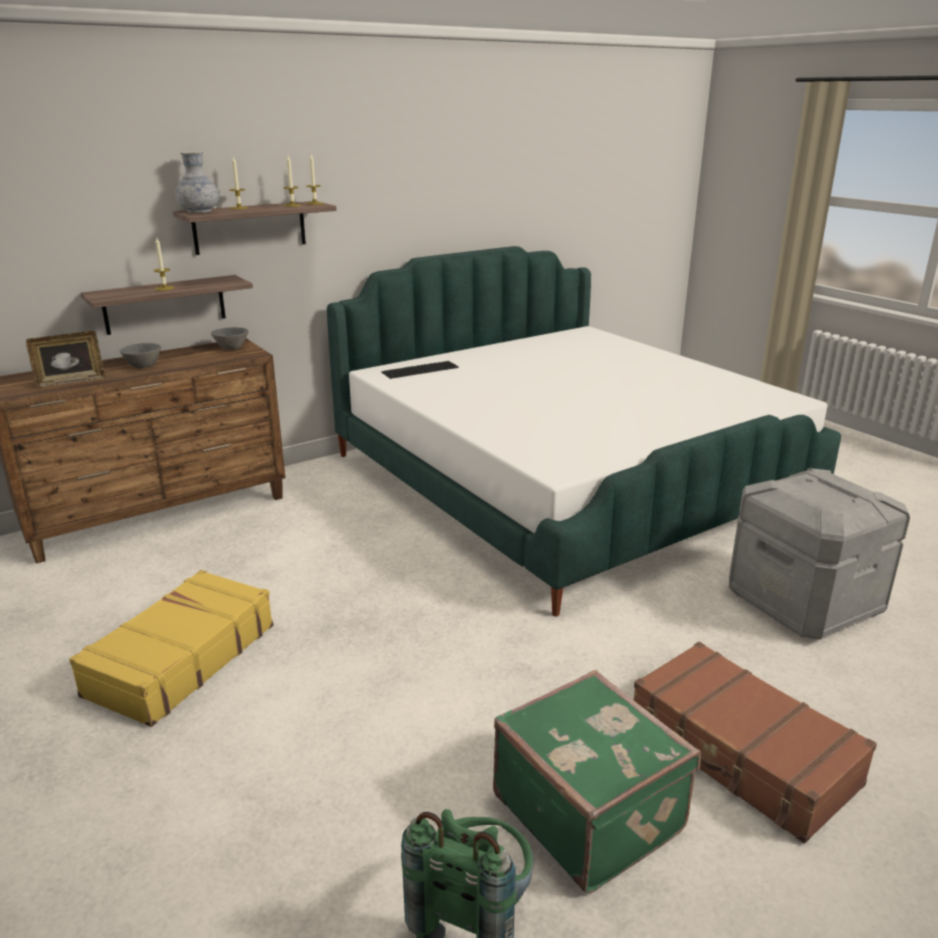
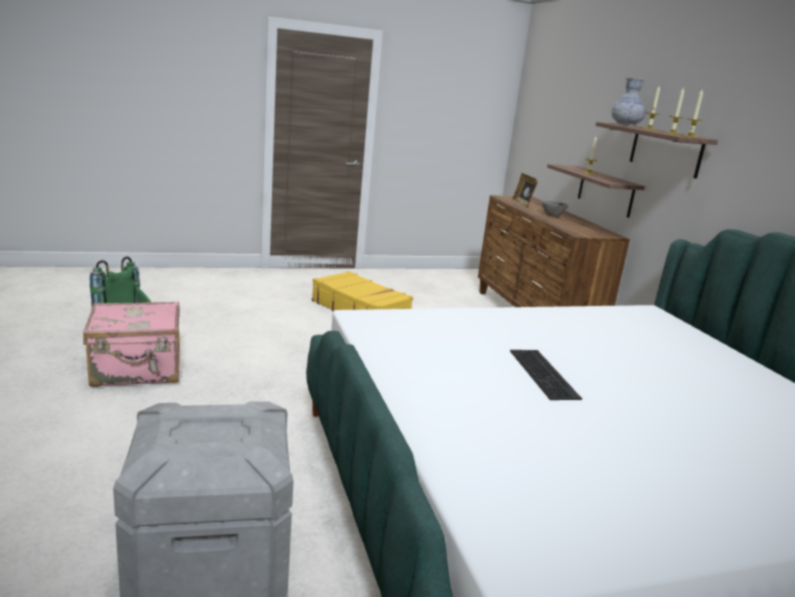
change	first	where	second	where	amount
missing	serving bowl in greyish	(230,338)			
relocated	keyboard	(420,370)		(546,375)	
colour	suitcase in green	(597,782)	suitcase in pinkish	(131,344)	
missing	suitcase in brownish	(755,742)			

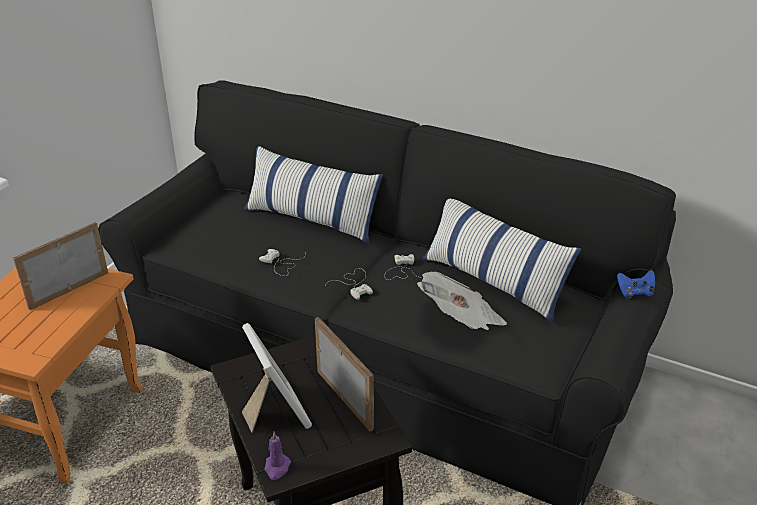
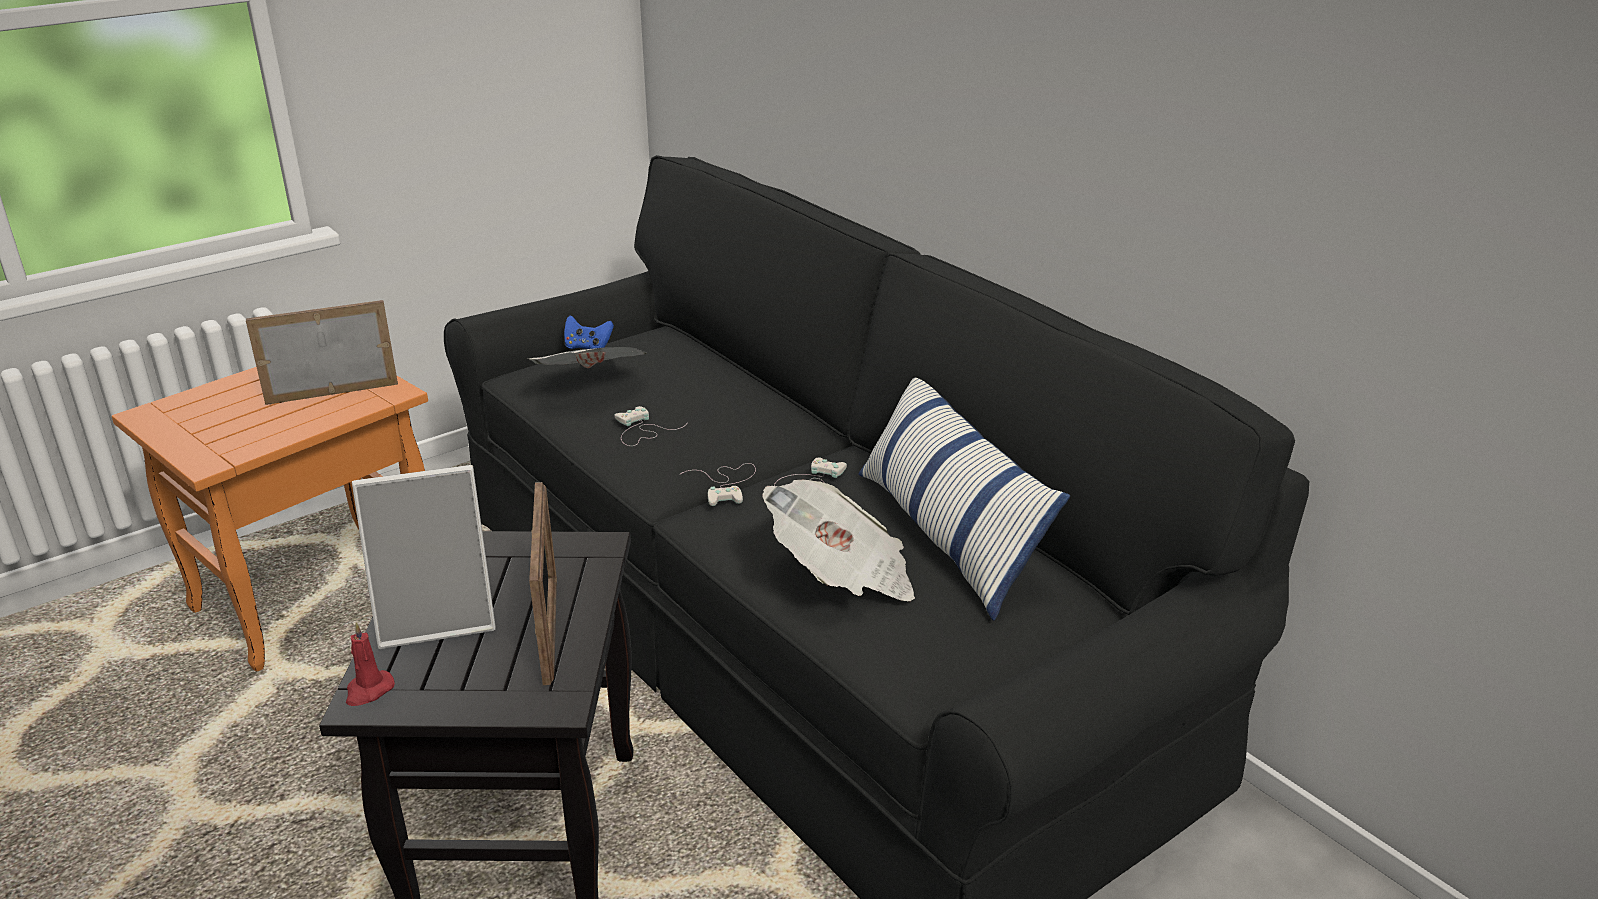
change	first	where	second	where	amount
spun	picture frame	(277,378)		(424,557)	75 degrees clockwise
missing	throw pillow	(313,194)			
colour	wax candle in purple-coloured	(278,456)	wax candle in red-coloured	(370,664)	
relocated	gamepad in bluish	(636,284)		(589,332)	
appeared			daily paper	(588,357)	

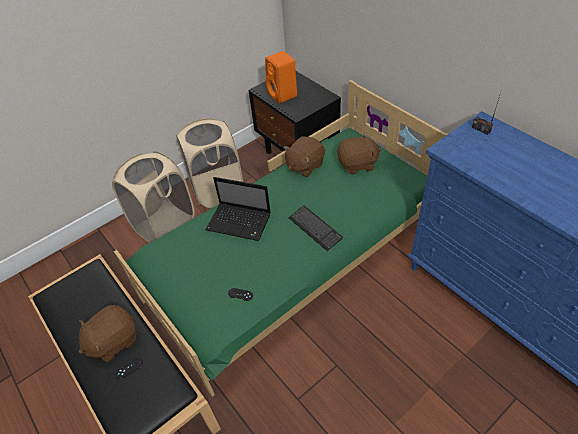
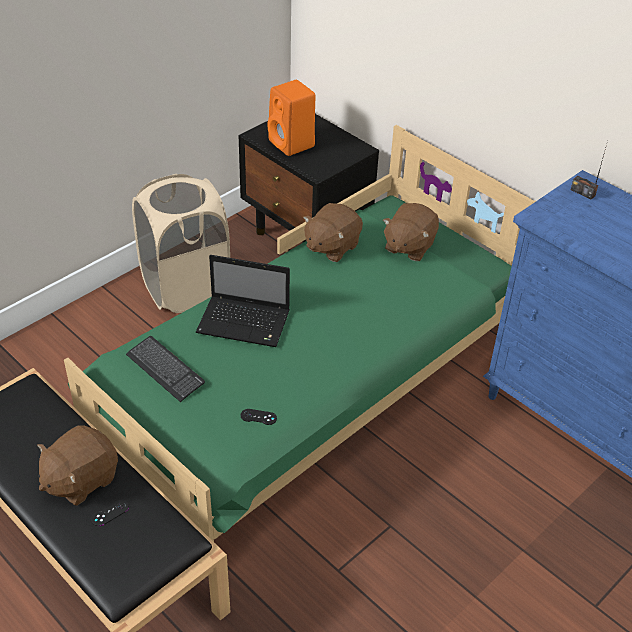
change	first	where	second	where	amount
missing	laundry basket in sand-coloured	(153,197)			
relocated	keyboard	(316,228)		(165,369)	
spun	cuddly toy in brownish	(359,154)		(411,232)	135 degrees clockwise

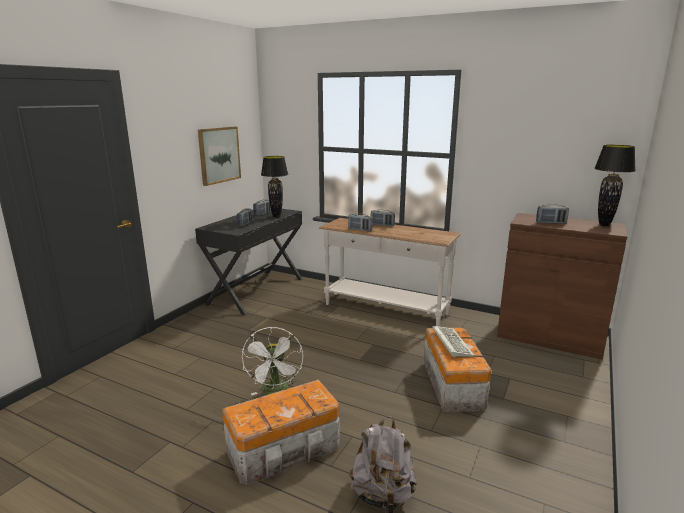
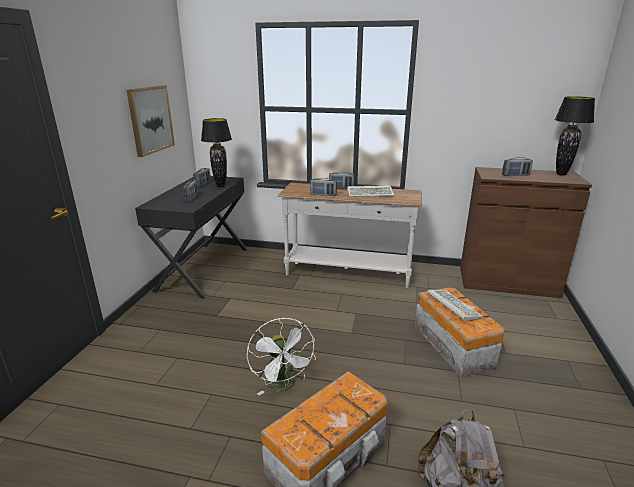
change	first	where	second	where	amount
appeared			keyboard	(370,191)	

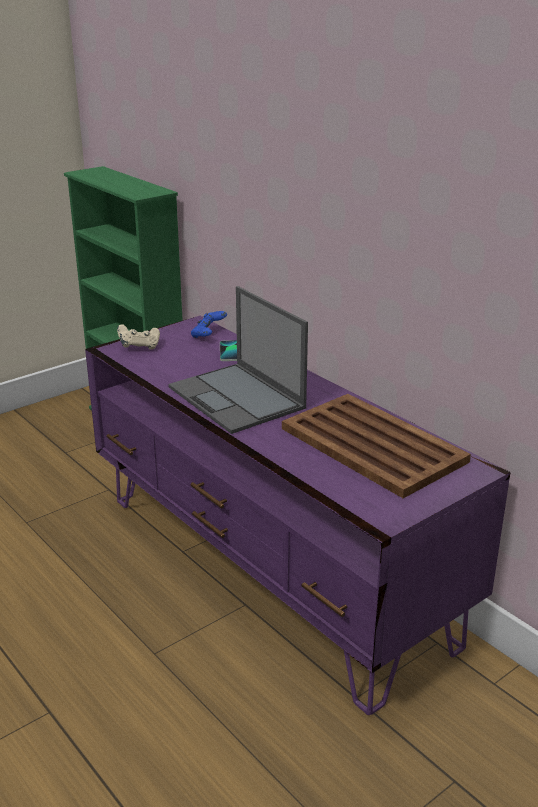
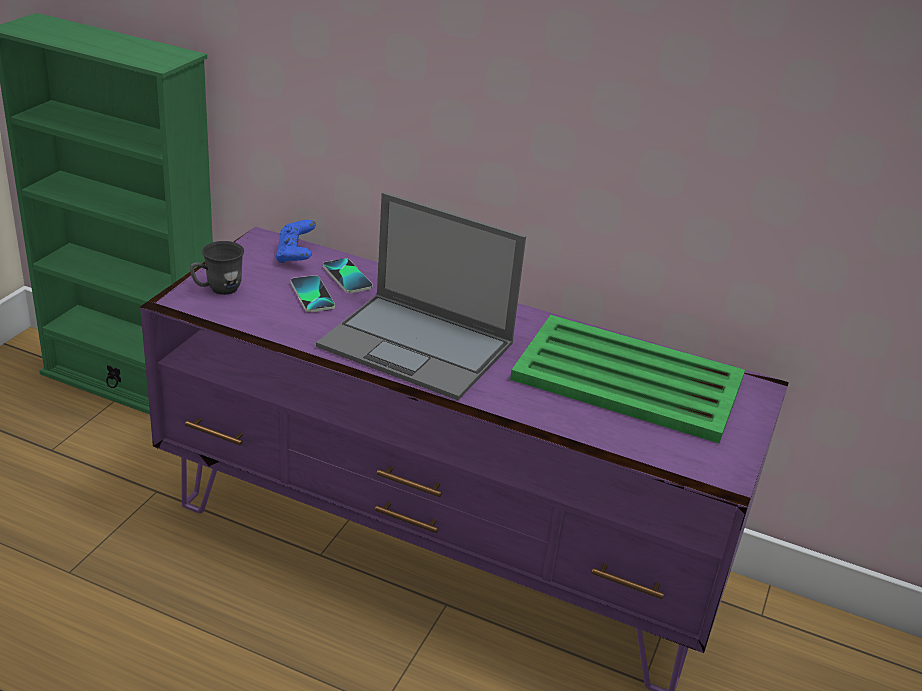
change	first	where	second	where	amount
exchanged	gamepad in sand-coloured	(138,337)	tea mug in greyish	(217,268)	
colour	serving tray in brownish	(376,446)	serving tray in green	(627,379)	
appeared			handset	(313,293)	

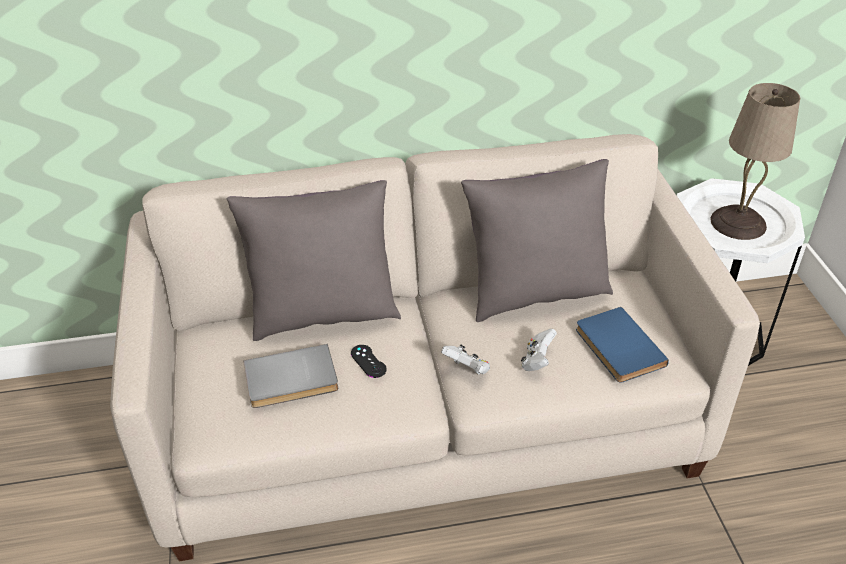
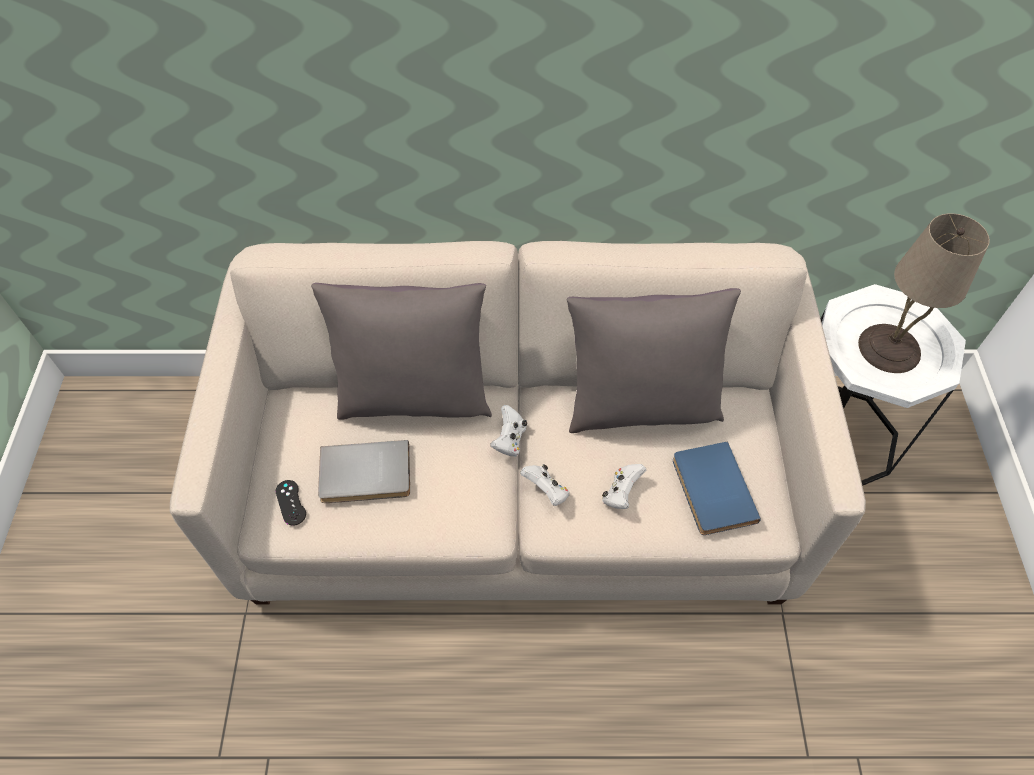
change	first	where	second	where	amount
relocated	gamepad in black-coloured	(369,361)		(291,503)	
appeared			gamepad in white	(508,431)	

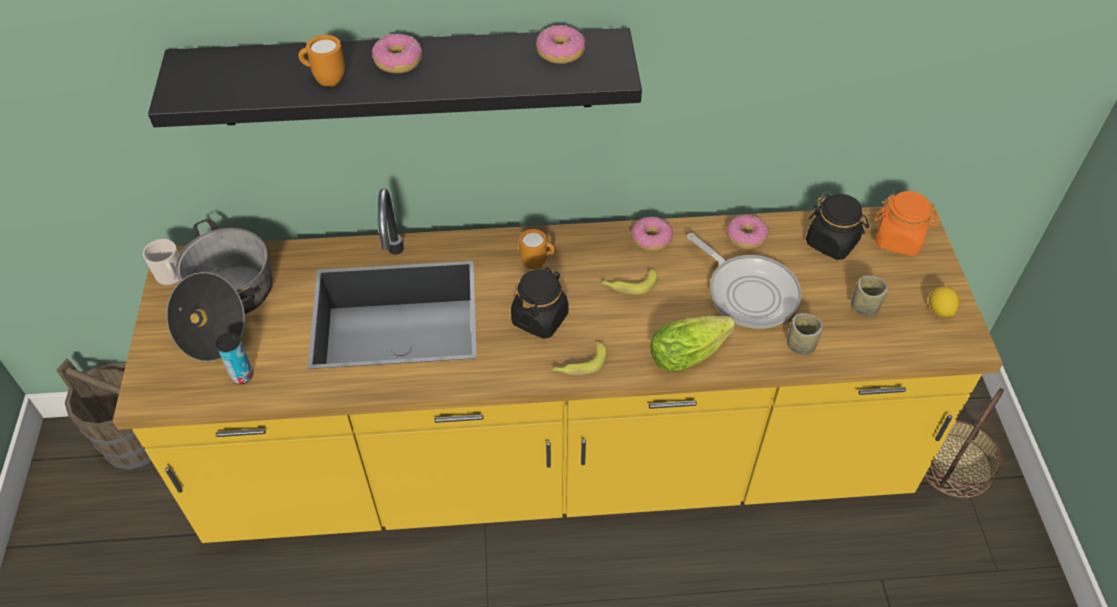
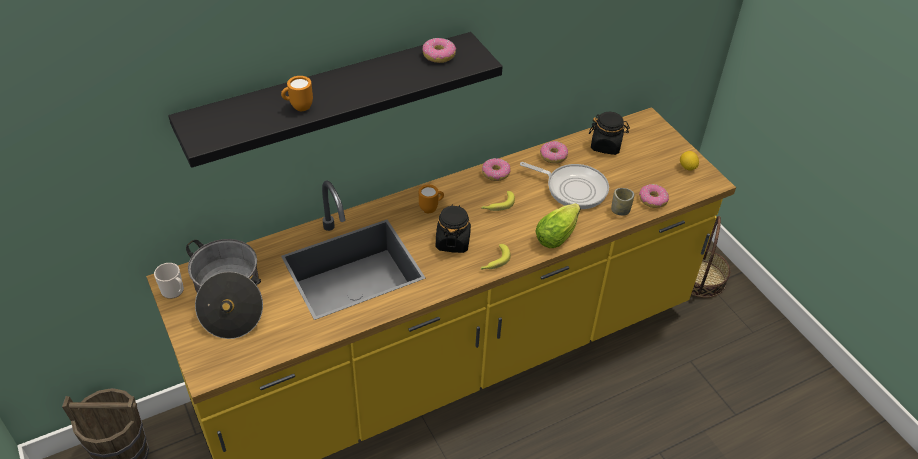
change	first	where	second	where	amount
missing	can	(234,358)			
relocated	ring doughnut	(397,53)		(654,196)	
missing	small cup	(869,295)			
missing	jar in orange-coloured	(906,223)			

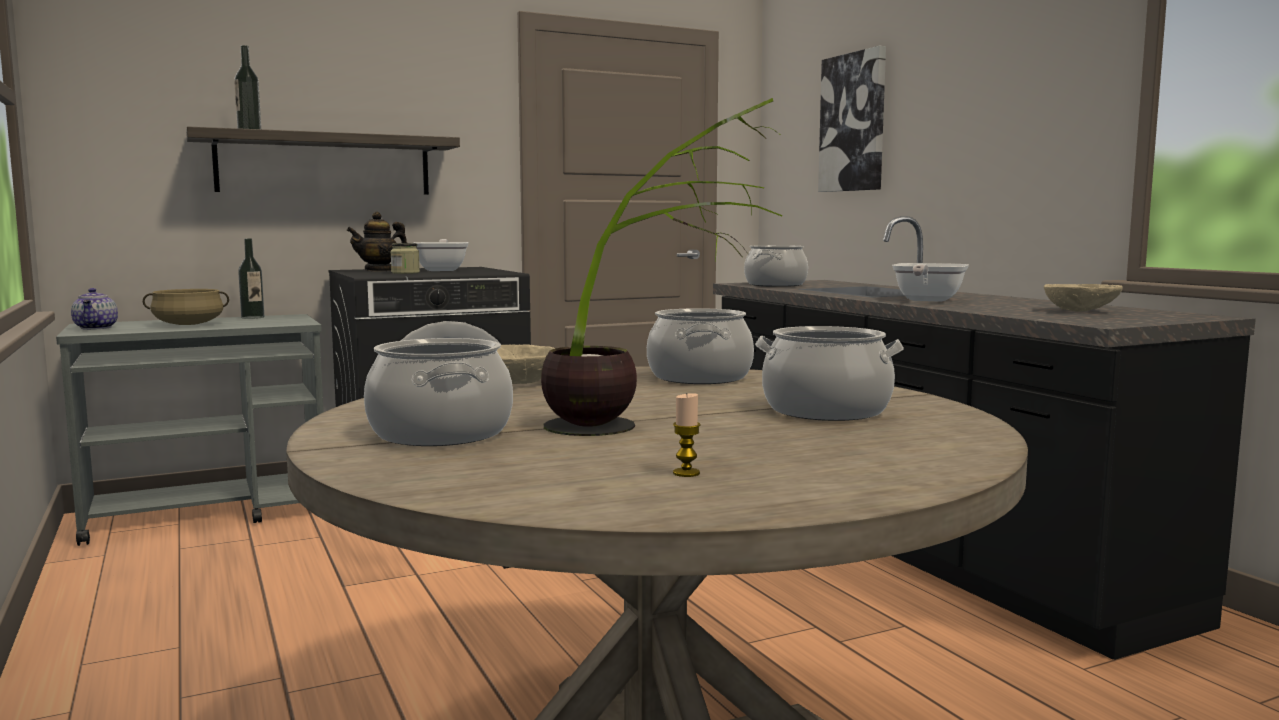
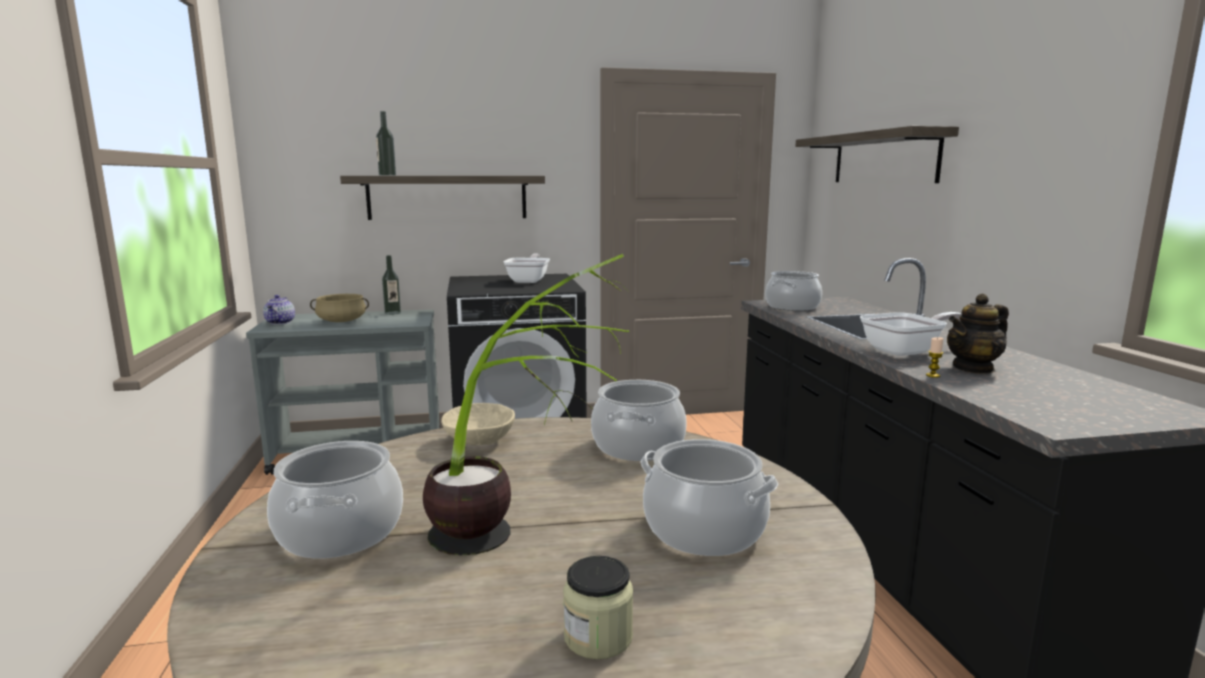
change	first	where	second	where	amount
relocated	tea pot	(377,241)		(978,333)	
relocated	jar	(405,258)		(598,608)	
relocated	wax candle	(687,435)		(935,357)	
exchanged	wall picture	(852,119)	bracket shelf	(877,154)	
spun	frying pan	(930,282)		(911,334)	150 degrees counterclockwise
missing	serving bowl in sand-coloured	(1083,298)			

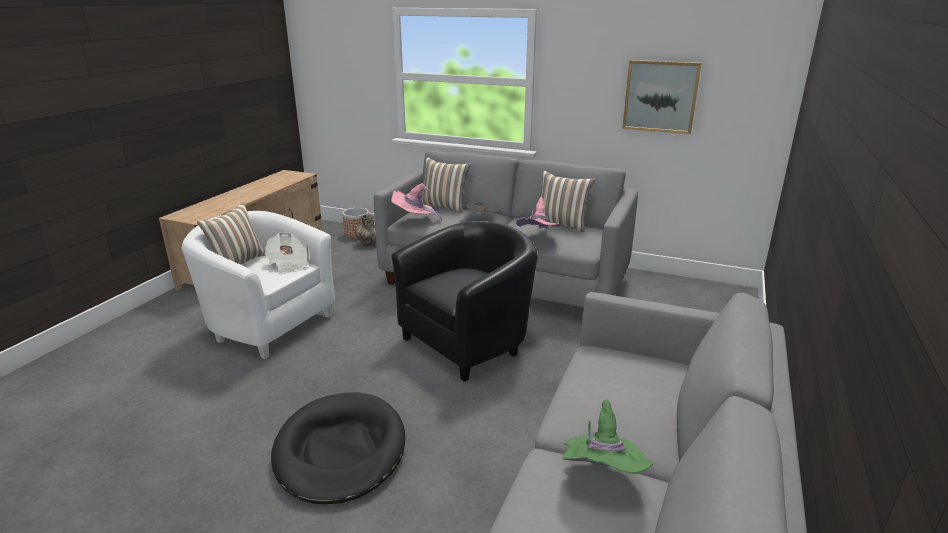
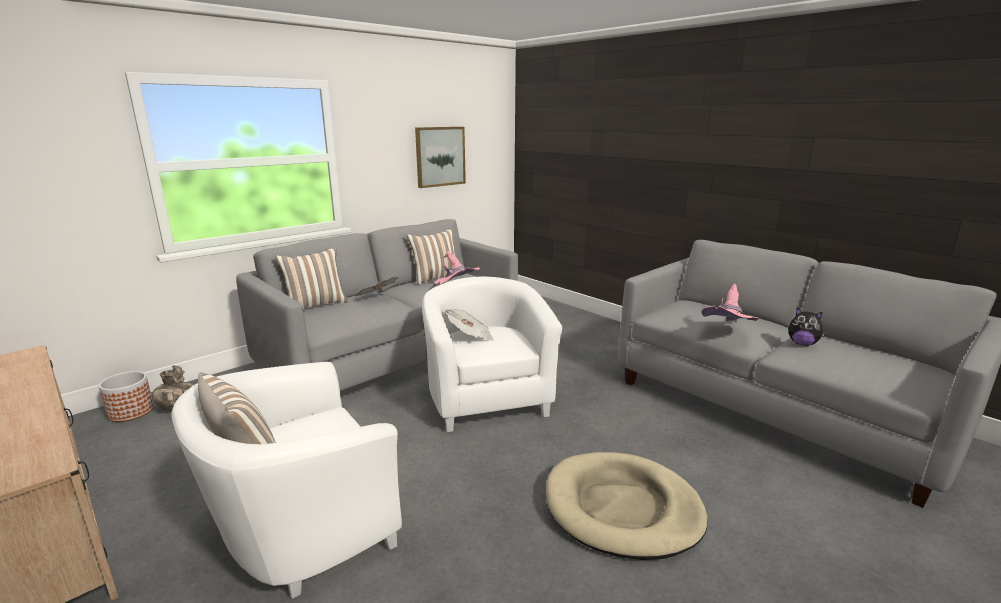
change	first	where	second	where	amount
relocated	daily paper	(287,252)		(469,324)	
colour	dog cushion in black-coloured	(338,448)	dog cushion in sand-coloured	(626,506)	
relocated	hat in pinkish	(417,202)		(729,303)	
colour	lounge chair in black-coloured	(465,301)	lounge chair in white	(492,354)	
exchanged	hat in green	(608,436)	cuddly toy	(806,327)	

